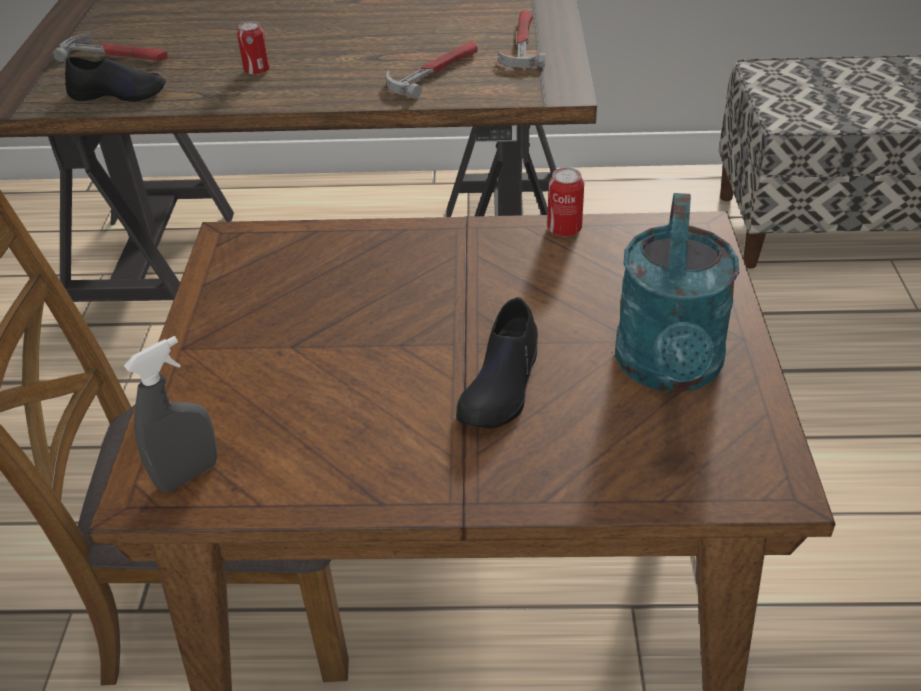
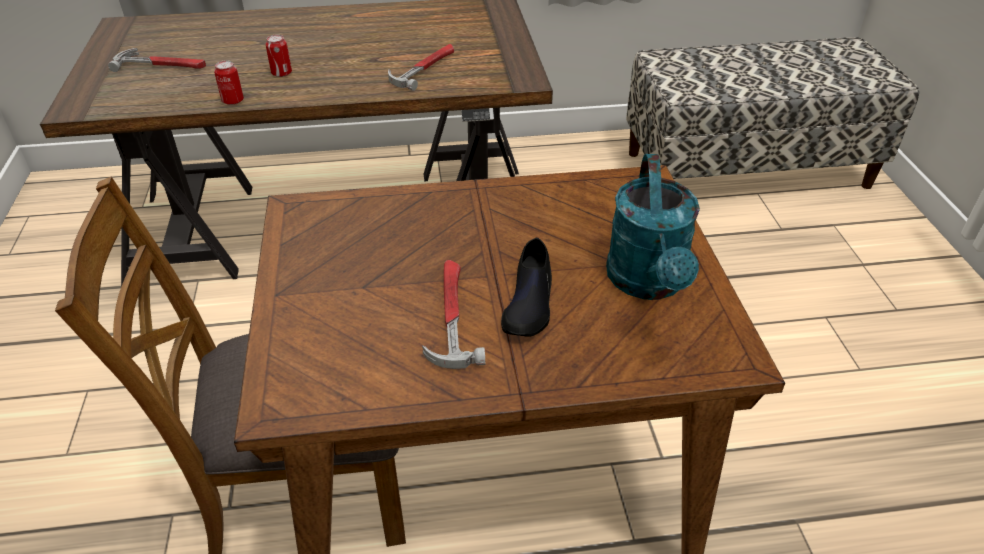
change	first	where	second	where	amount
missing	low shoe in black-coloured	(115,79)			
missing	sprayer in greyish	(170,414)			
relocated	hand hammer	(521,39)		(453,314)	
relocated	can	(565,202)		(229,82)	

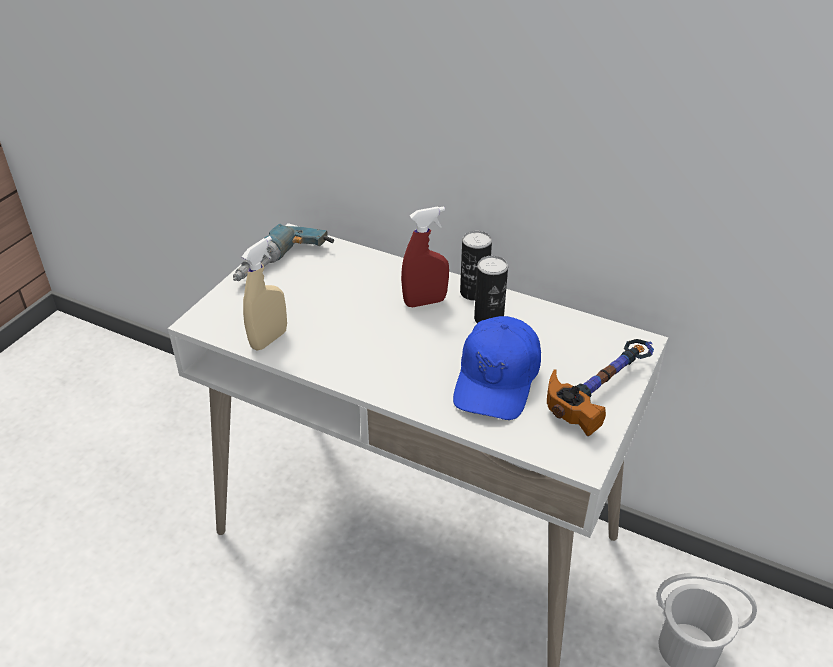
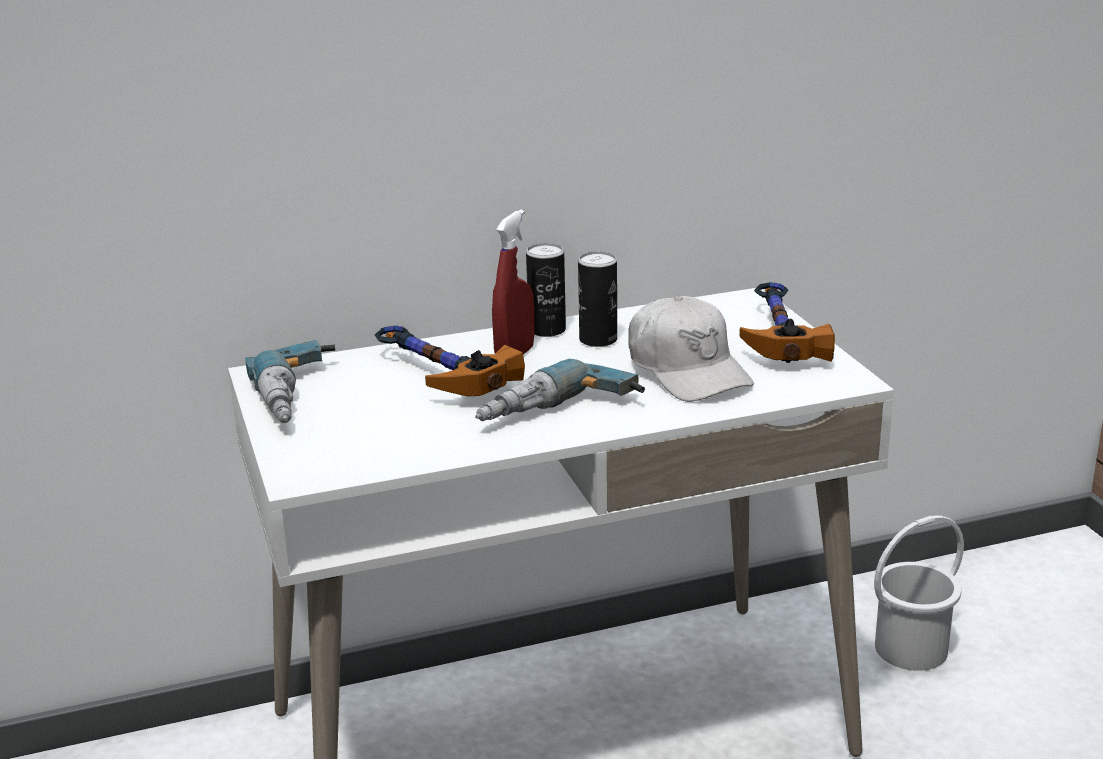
change	first	where	second	where	amount
missing	sprayer in sand-coloured	(264,293)			
colour	baseball cap in bluish	(497,368)	baseball cap in white	(691,349)	
appeared			hand hammer	(450,361)	
appeared			drill	(560,390)	

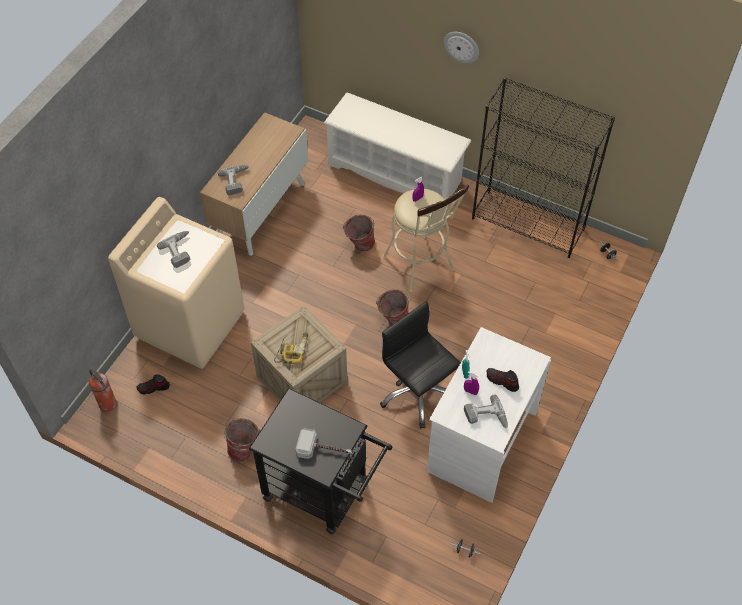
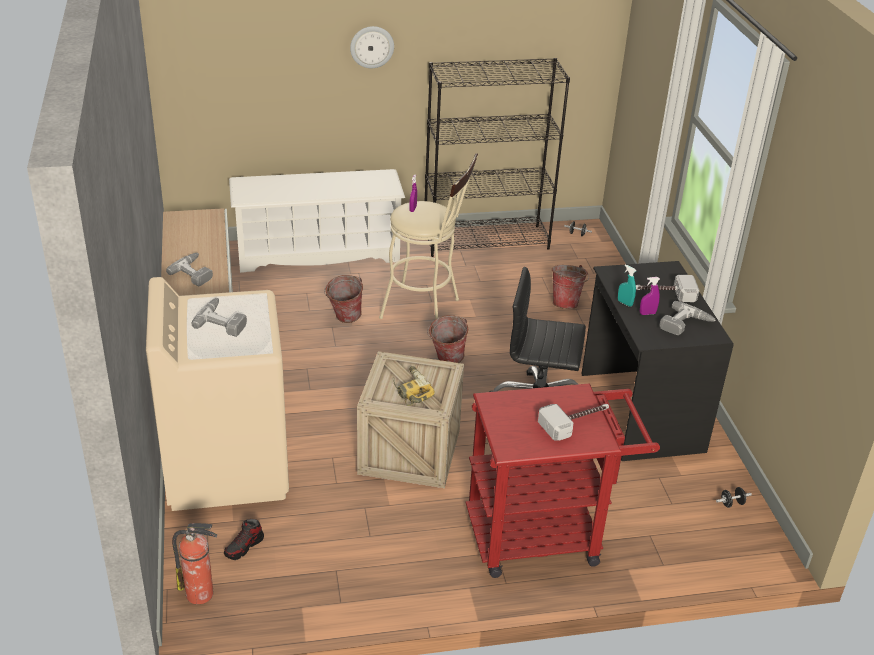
change	first	where	second	where	amount
relocated	water bucket	(242,439)		(570,287)	
colour	trolley in black-coloured	(321,461)	trolley in red-coloured	(563,481)	
colour	desk unit in white	(489,415)	desk unit in black-coloured	(657,361)	
exchanged	low shoe	(502,380)	hand hammer	(667,288)	

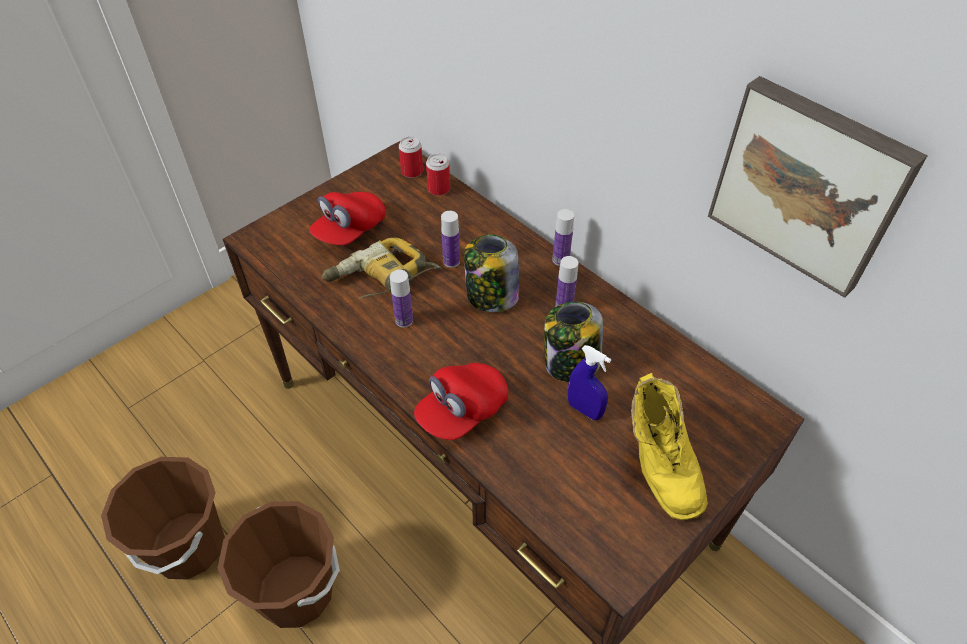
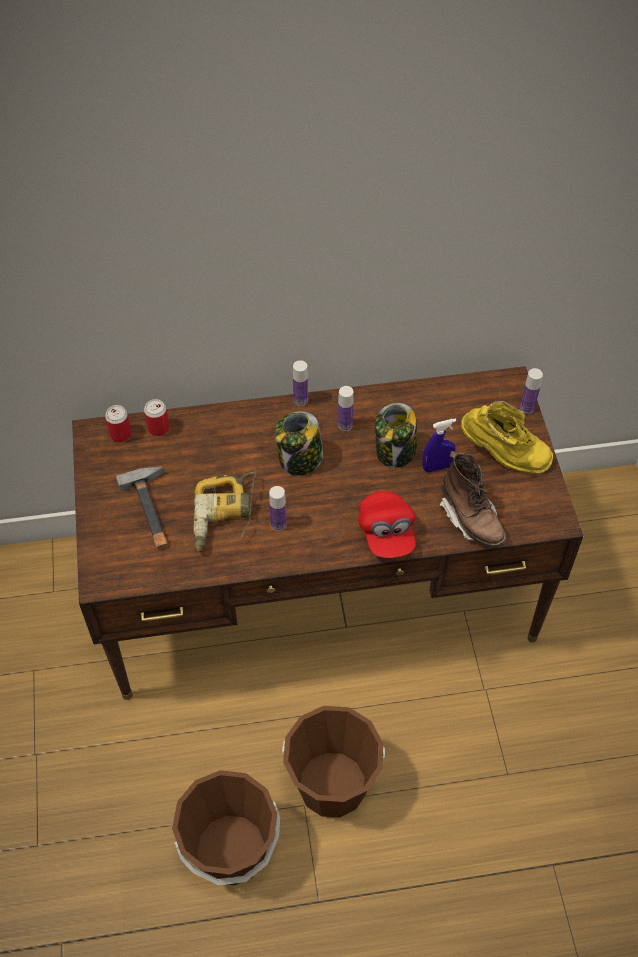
change	first	where	second	where	amount
exchanged	baseball cap in red-coloured	(347,218)	hand hammer	(141,508)	
relocated	beverage bottle	(450,239)		(531,391)	
missing	wall picture	(818,187)			
appeared			high-top boot in brownish	(472,499)	

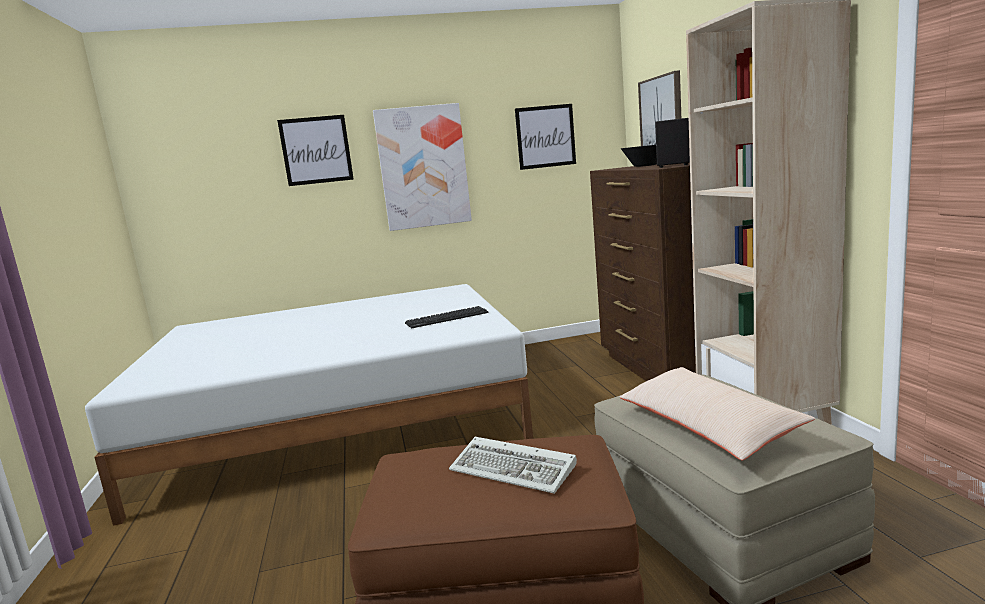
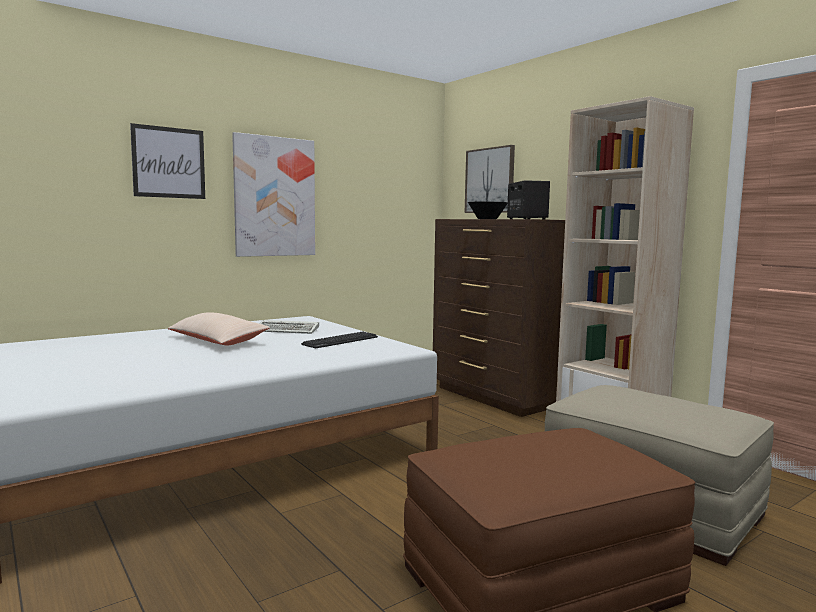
change	first	where	second	where	amount
relocated	keyboard	(513,465)		(289,327)	
missing	wall picture	(545,137)			
relocated	throw pillow in sand-coloured	(717,414)		(219,329)	

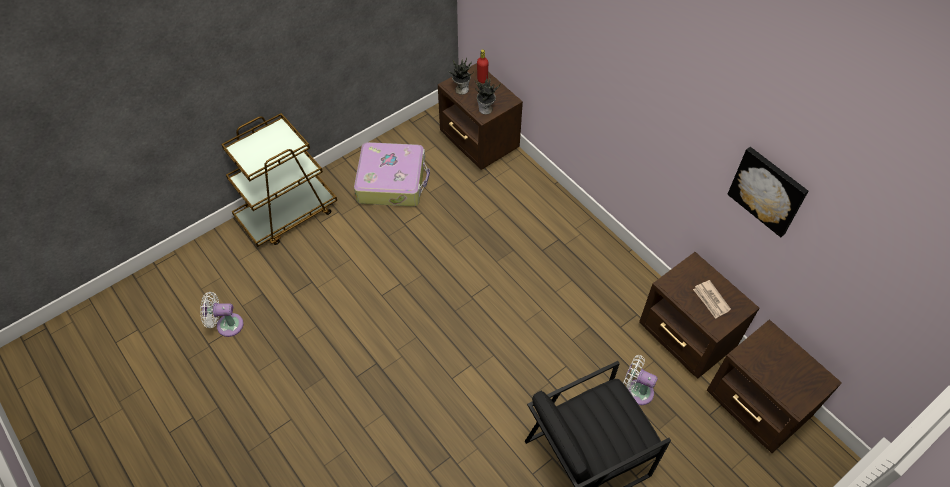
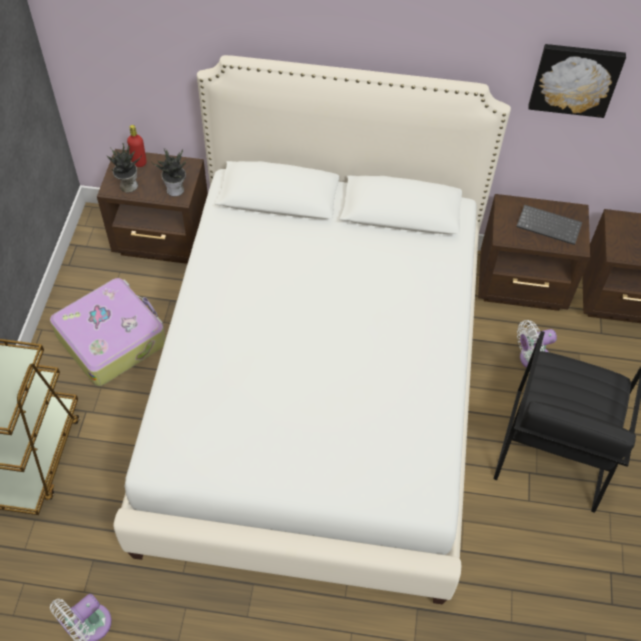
change	first	where	second	where	amount
exchanged	daily paper	(712,299)	keyboard	(549,225)	
appeared			sleeping bed in white	(312,329)	

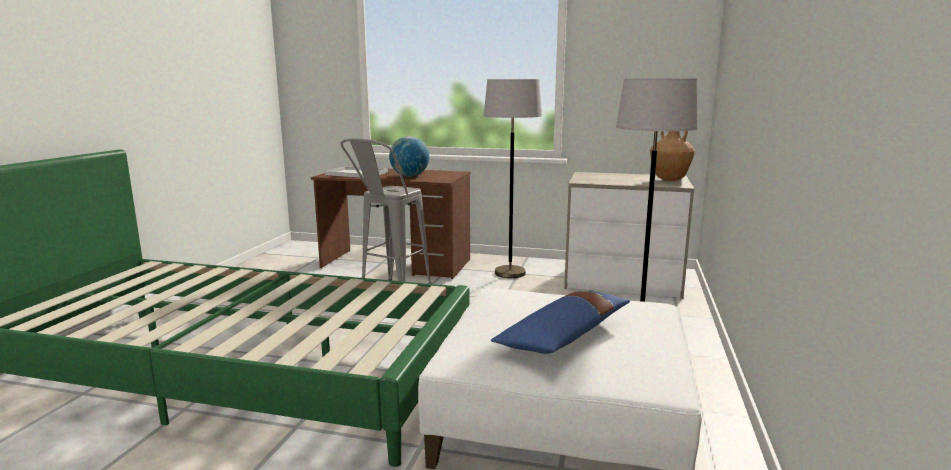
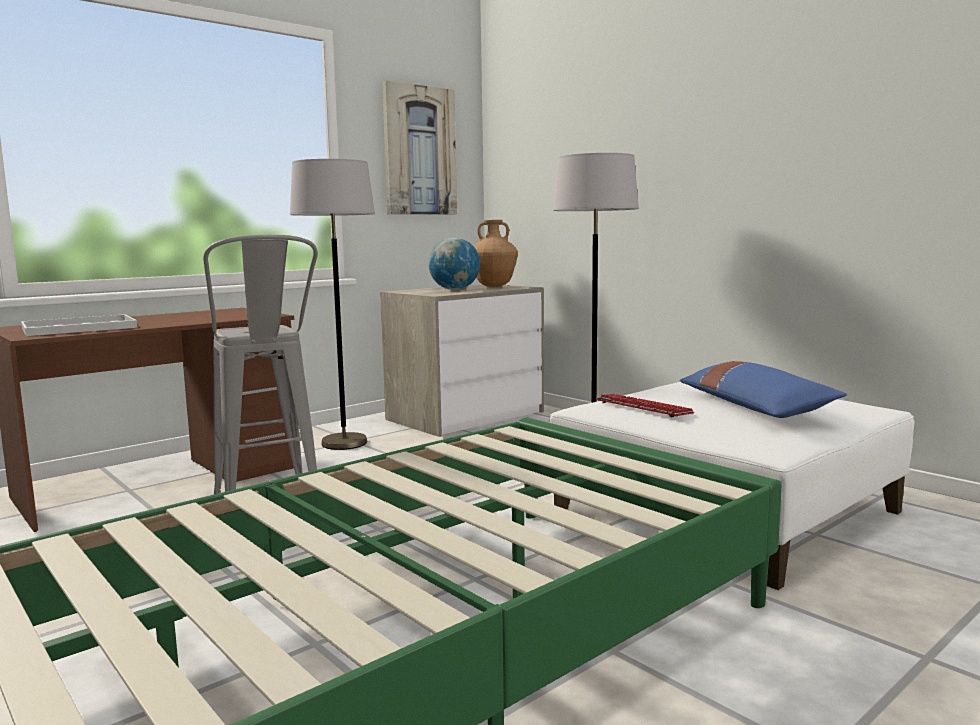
change	first	where	second	where	amount
relocated	globe	(409,156)		(454,264)	
appeared			wall picture	(419,147)	
appeared			keyboard	(645,405)	

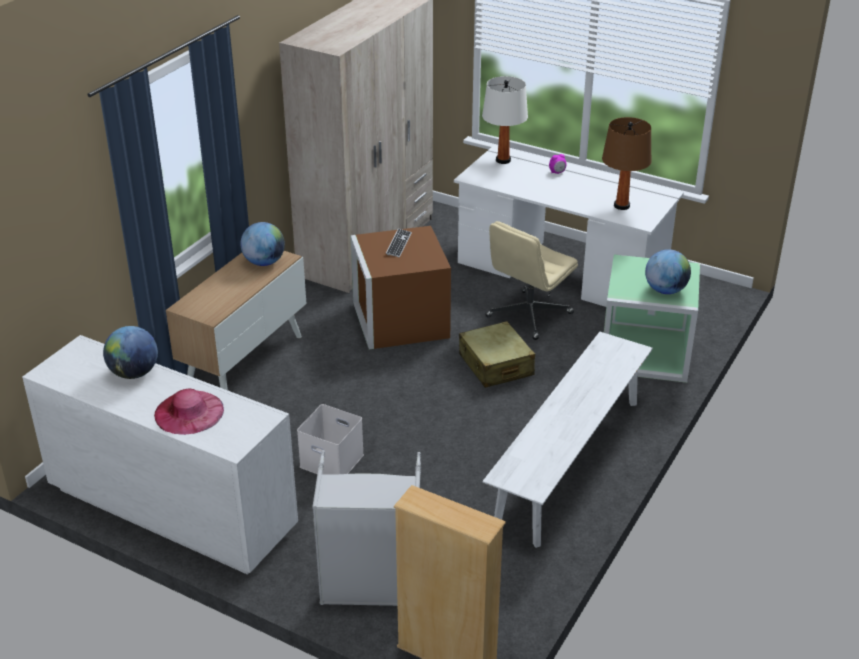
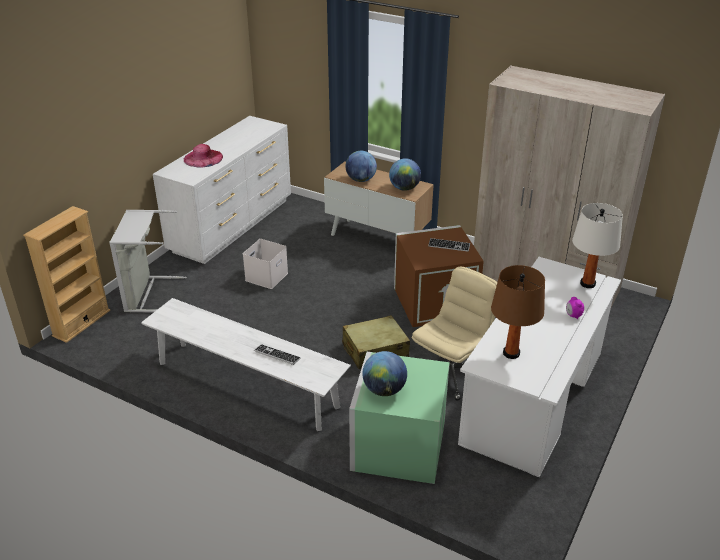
change	first	where	second	where	amount
relocated	globe	(130,352)		(361,166)	
spun	office chair in sand-coloured	(531,280)		(454,334)	90 degrees clockwise
appeared			keyboard	(277,354)	

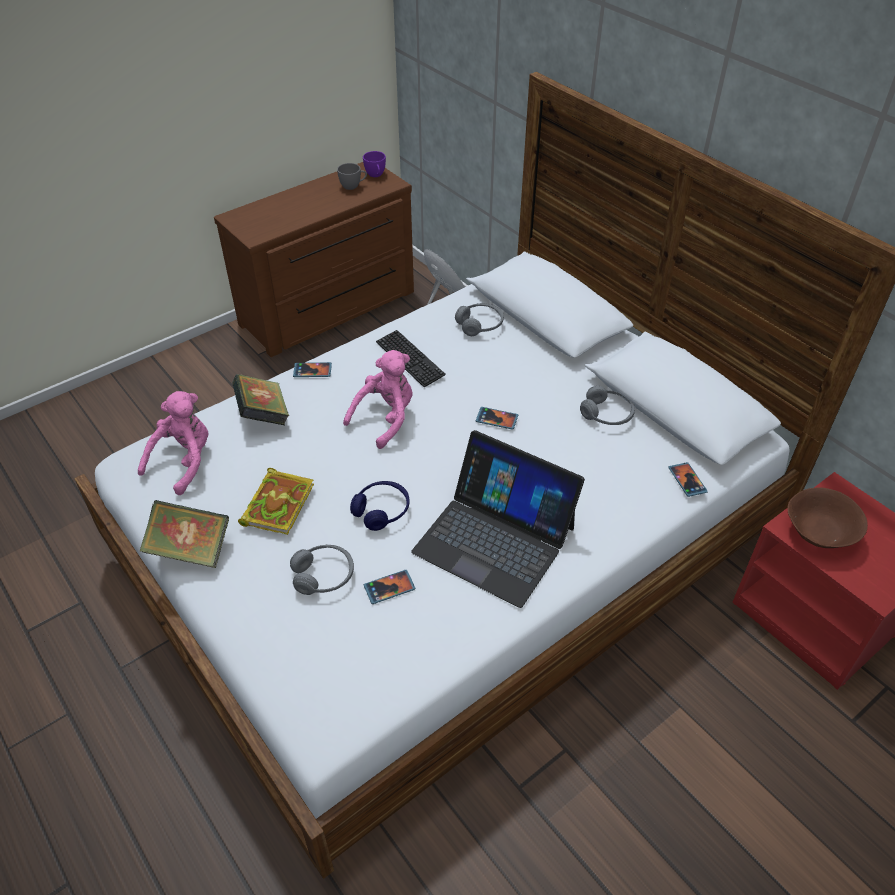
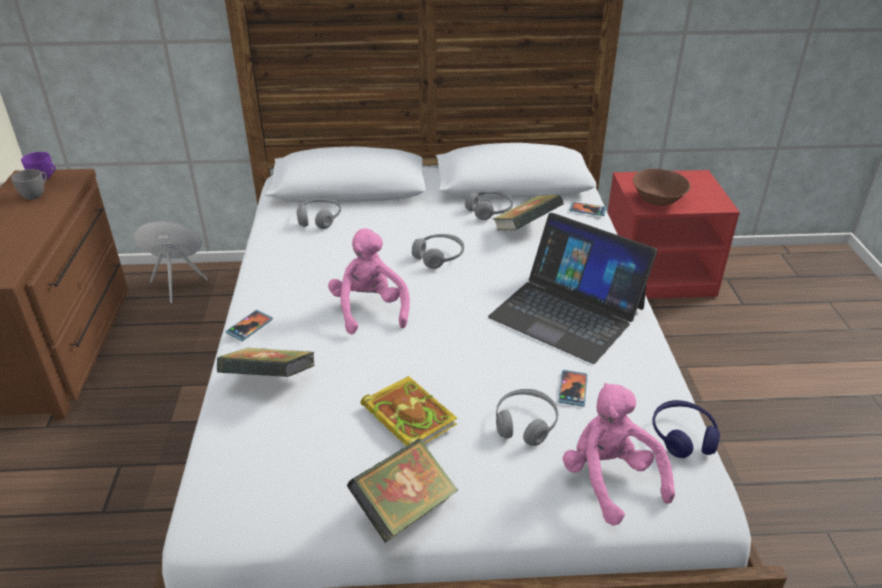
change	first	where	second	where	amount
relocated	cuddly toy in pinkish	(173,443)		(619,454)	
relocated	headset in bluish	(380,506)		(686,429)	
missing	keyboard	(411,358)			
spun	laptop	(498,519)		(572,288)	60 degrees clockwise
exchanged	handset	(496,418)	headset in greyish	(438,251)	
appeared			book	(528,212)	

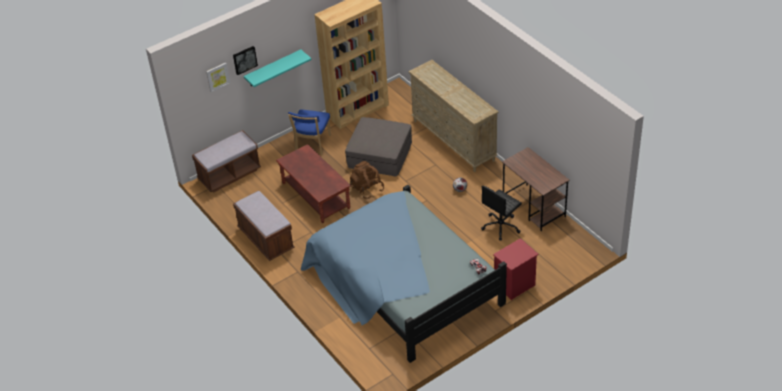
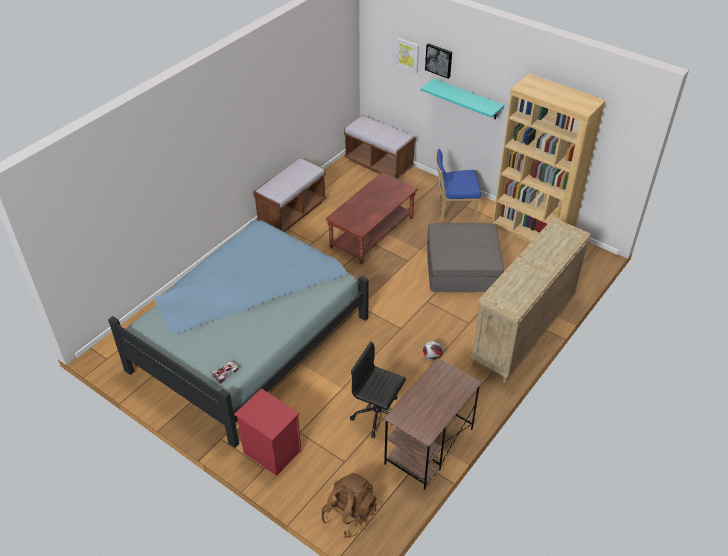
change	first	where	second	where	amount
relocated	backpack in brownish	(367,180)		(349,505)	

